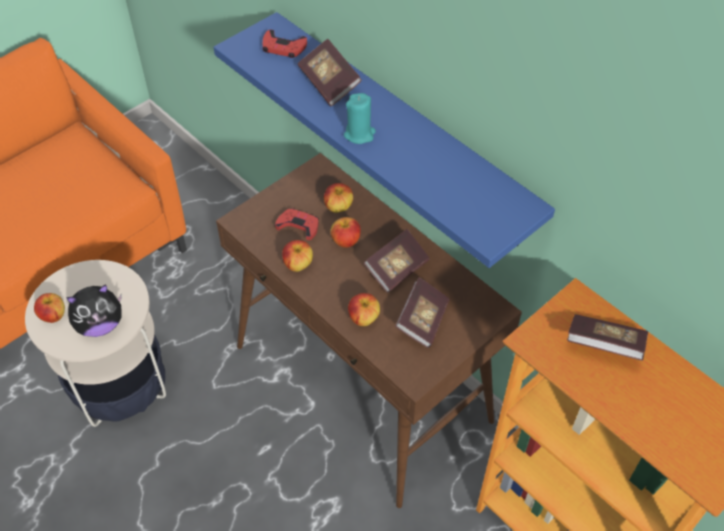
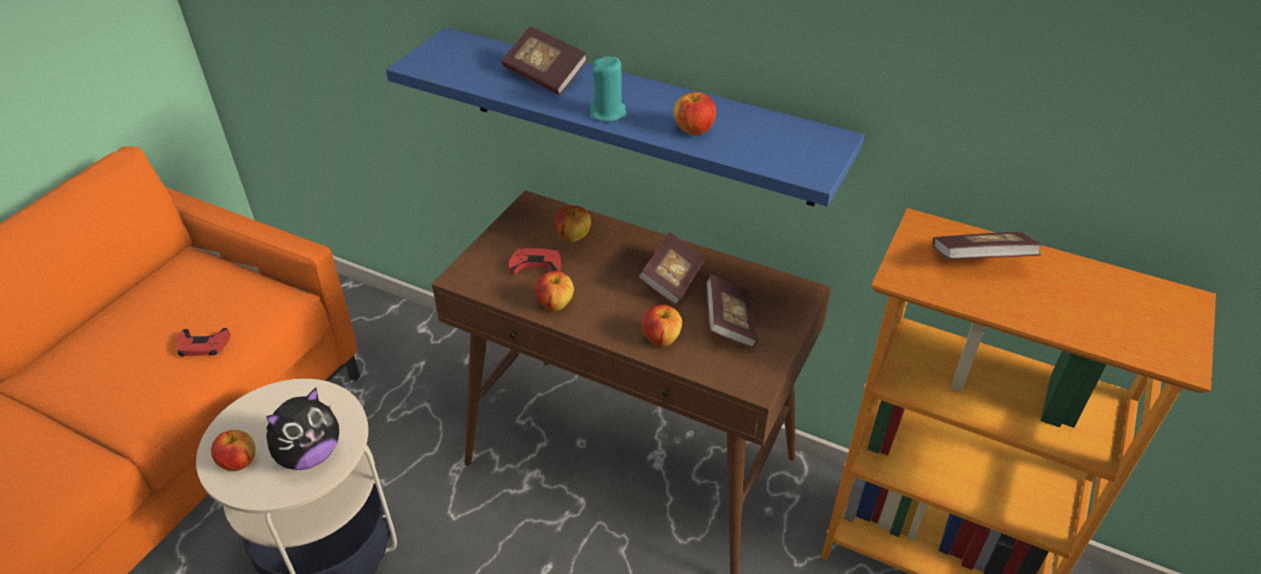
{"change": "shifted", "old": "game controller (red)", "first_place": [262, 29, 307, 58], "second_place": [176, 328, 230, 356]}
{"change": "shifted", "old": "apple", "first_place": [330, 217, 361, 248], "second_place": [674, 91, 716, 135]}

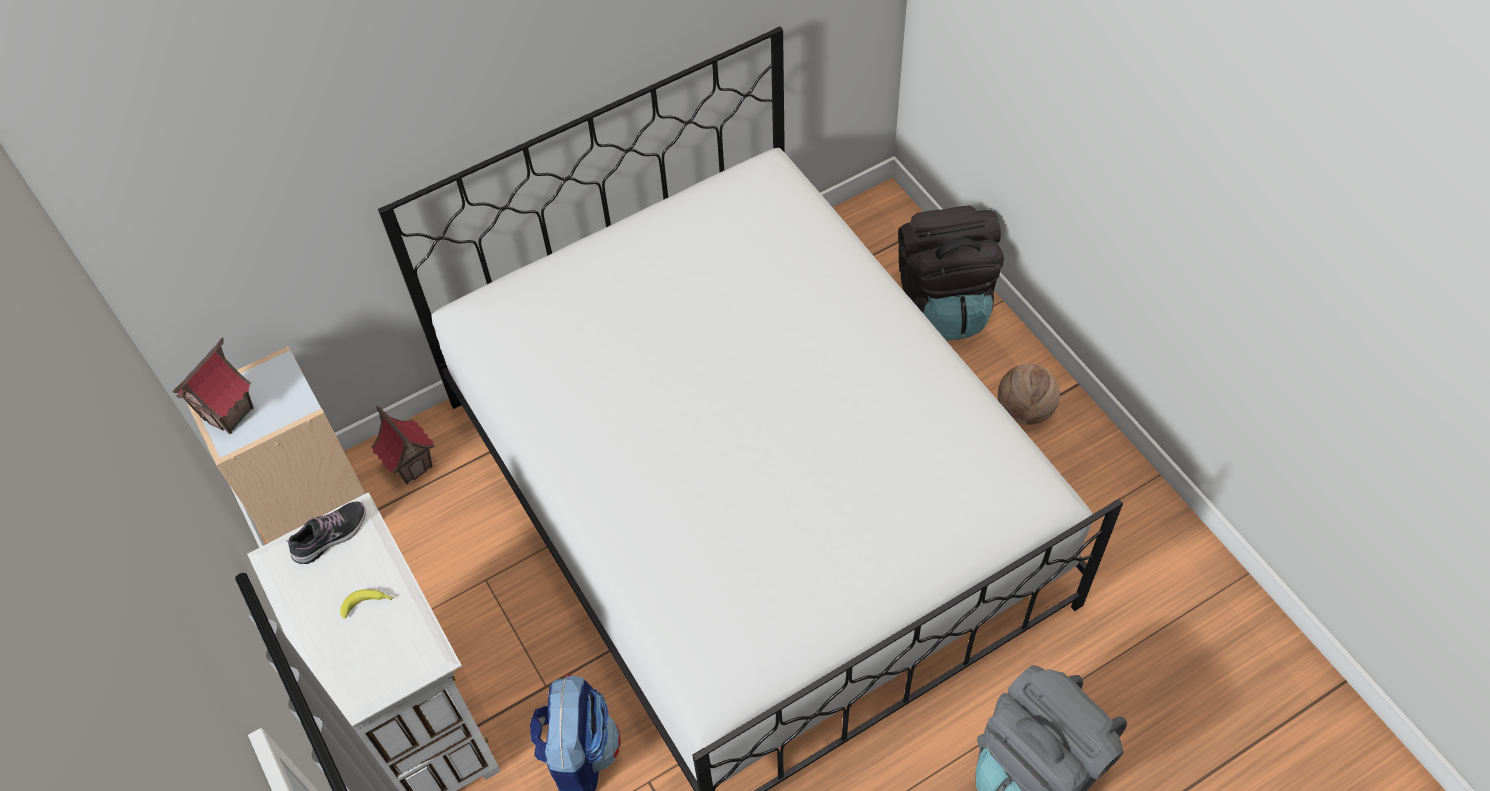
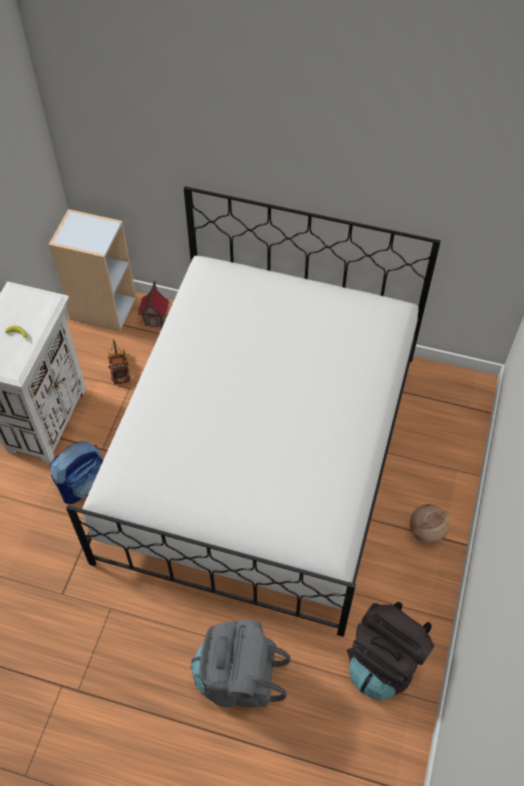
{"change": "gone", "old": "toy house", "first_place": [173, 337, 254, 434]}
{"change": "gone", "old": "shoe", "first_place": [286, 502, 366, 564]}
{"change": "shifted", "old": "backpack (black)", "first_place": [898, 205, 1004, 341], "second_place": [347, 602, 434, 700]}
{"change": "new", "new": "toy truck", "second_place": [108, 339, 130, 384]}

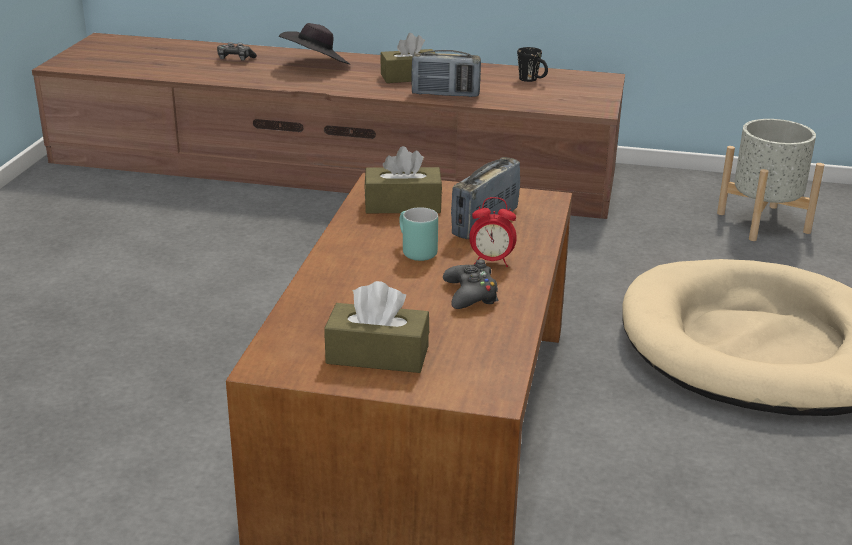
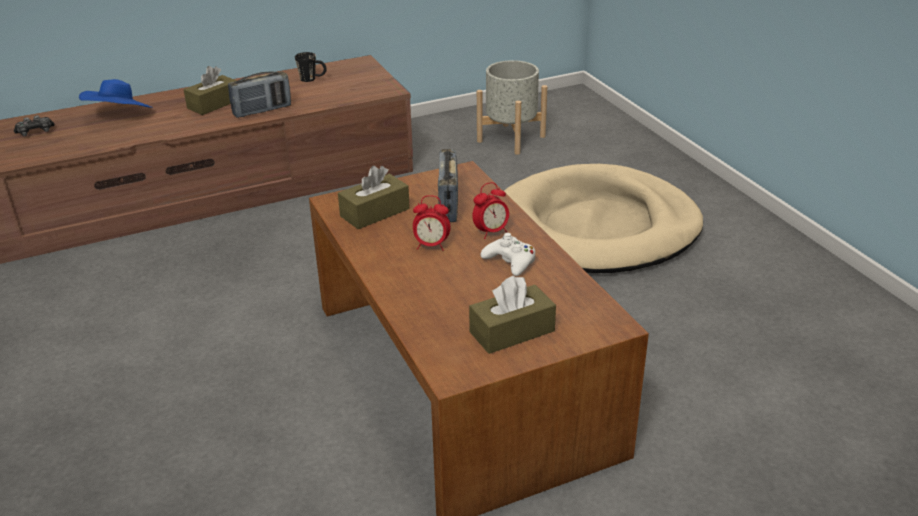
{"change": "repainted", "old": "hat (black)", "new": "hat (blue)", "first_place": [278, 23, 350, 65], "second_place": [79, 79, 153, 108]}
{"change": "swapped", "old": "mug (turquoise)", "new": "alarm clock", "first_place": [399, 207, 438, 261], "second_place": [413, 195, 451, 251]}
{"change": "repainted", "old": "game controller (black)", "new": "game controller (white)", "first_place": [443, 259, 498, 309], "second_place": [481, 233, 535, 276]}

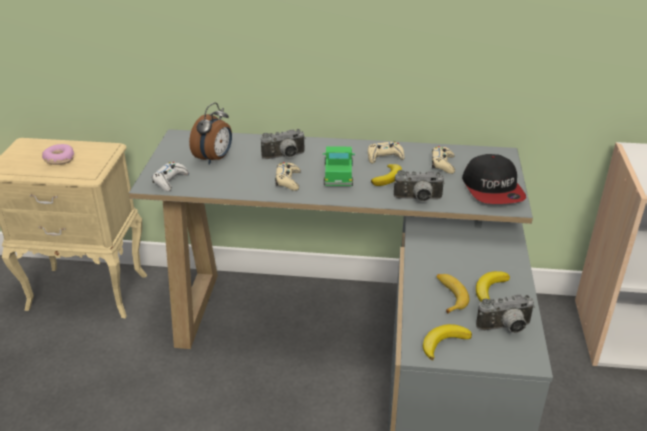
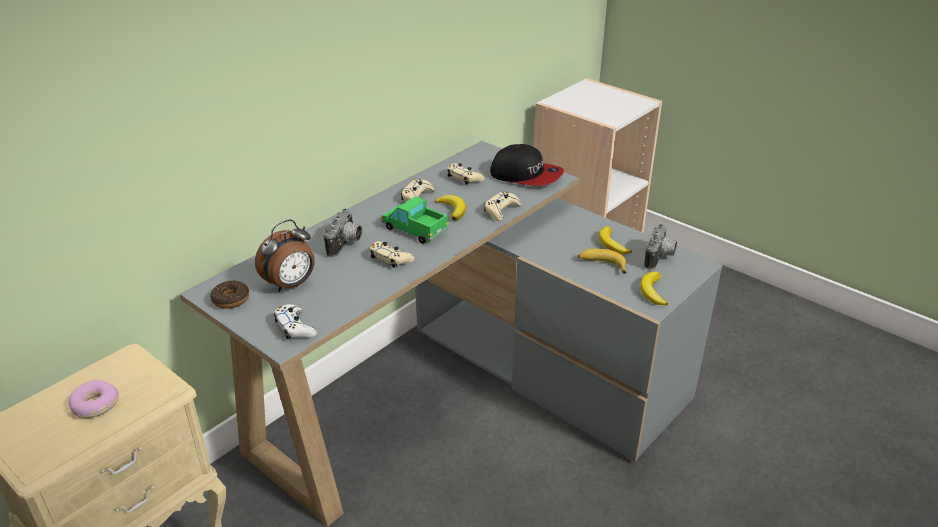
{"change": "rotated", "old": "alarm clock", "first_place": [189, 102, 232, 165], "second_place": [255, 220, 315, 292], "degrees": 75}
{"change": "swapped", "old": "photo camera", "new": "game controller (beige)", "first_place": [394, 170, 445, 202], "second_place": [484, 192, 521, 221]}
{"change": "new", "new": "donut", "second_place": [210, 280, 249, 309]}

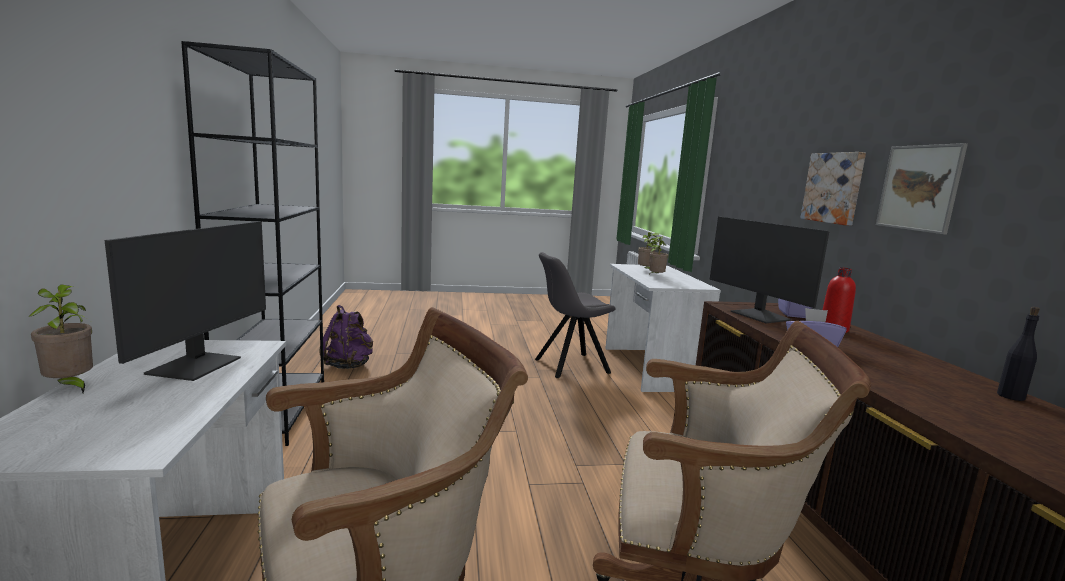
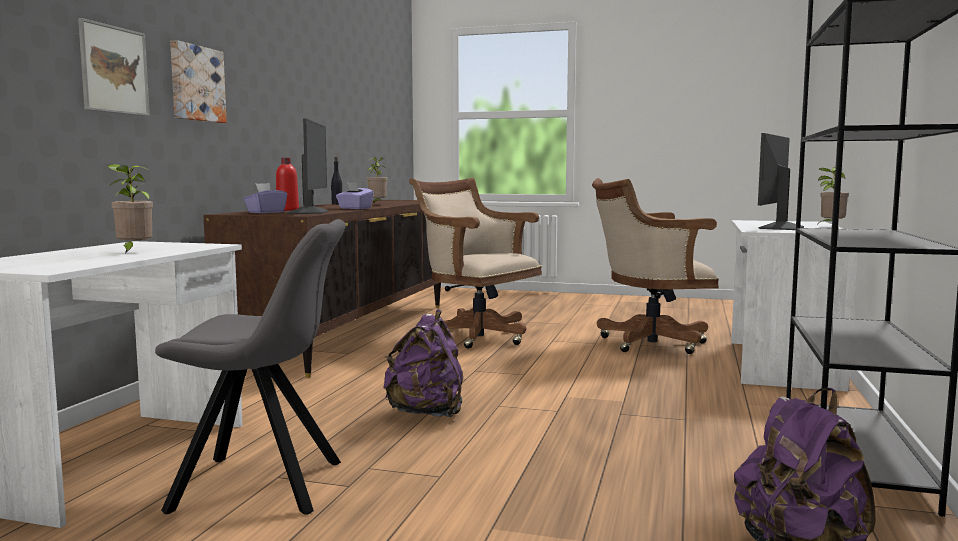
{"change": "shifted", "old": "potted plant", "first_place": [638, 232, 659, 269], "second_place": [367, 157, 388, 204]}
{"change": "shifted", "old": "picture", "first_place": [876, 143, 968, 235], "second_place": [78, 18, 150, 116]}
{"change": "new", "new": "backpack (purple)", "second_place": [383, 309, 463, 417]}

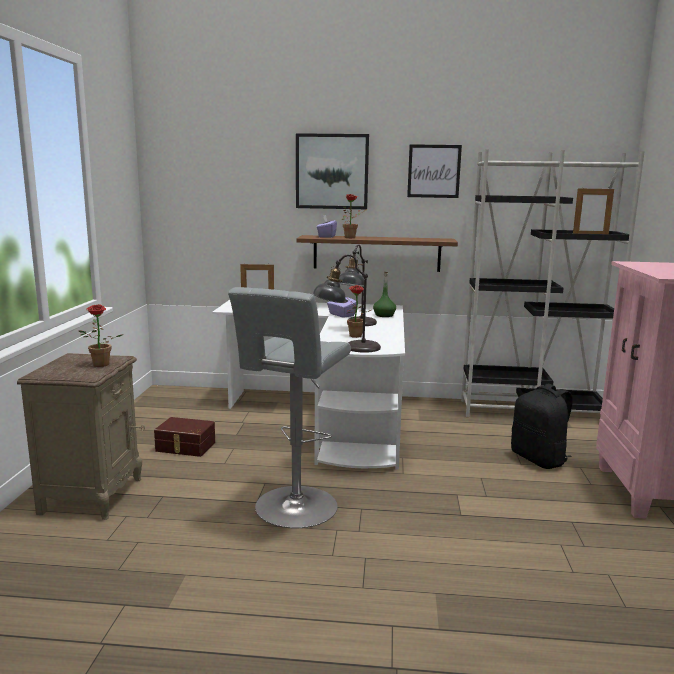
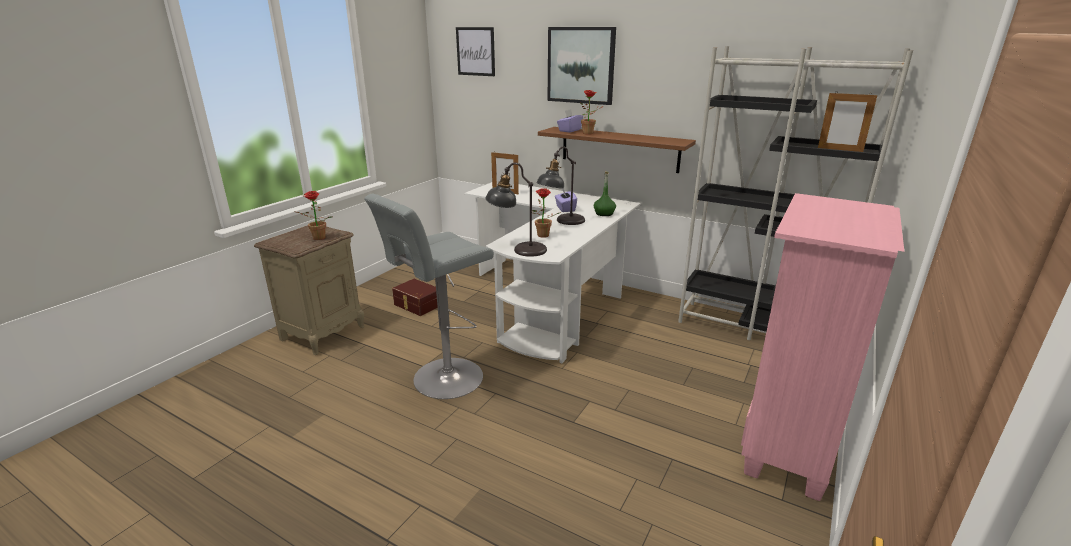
{"change": "shifted", "old": "picture", "first_place": [407, 144, 462, 198], "second_place": [456, 27, 495, 76]}
{"change": "gone", "old": "backpack (black)", "first_place": [511, 384, 573, 469]}

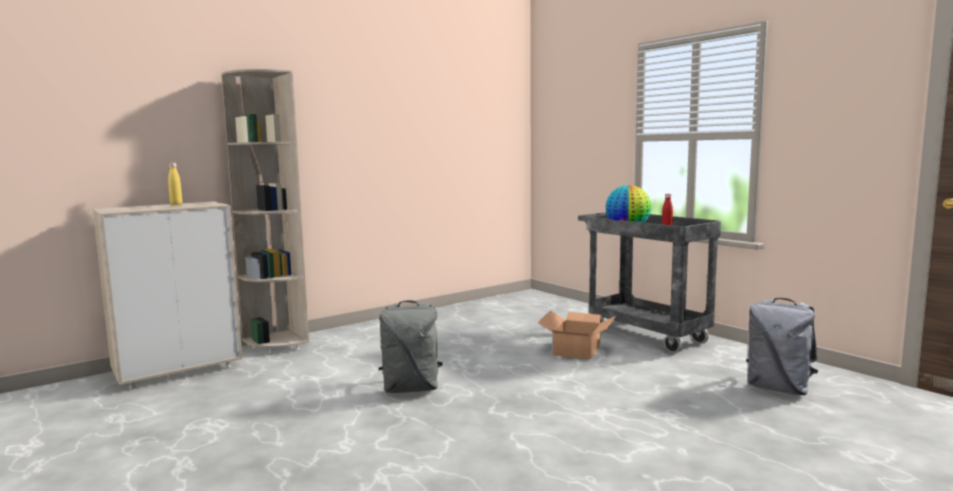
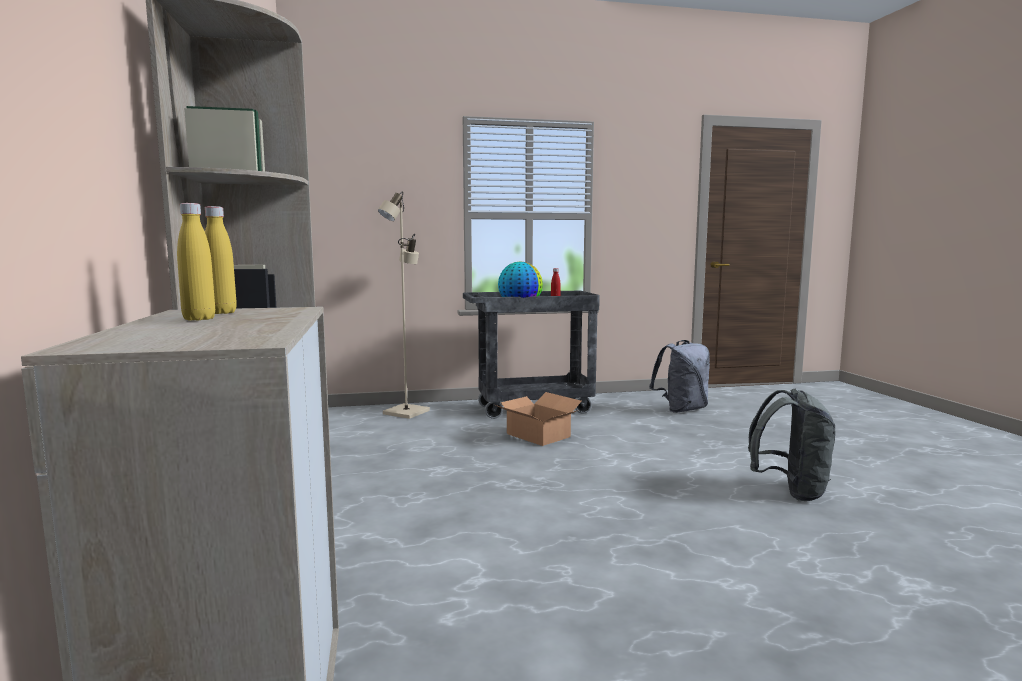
{"change": "shifted", "old": "backpack (grey)", "first_place": [379, 300, 443, 393], "second_place": [748, 389, 835, 501]}
{"change": "new", "new": "bottle (yellow)", "second_place": [205, 206, 237, 314]}
{"change": "new", "new": "floor lamp (beige)", "second_place": [378, 191, 430, 419]}

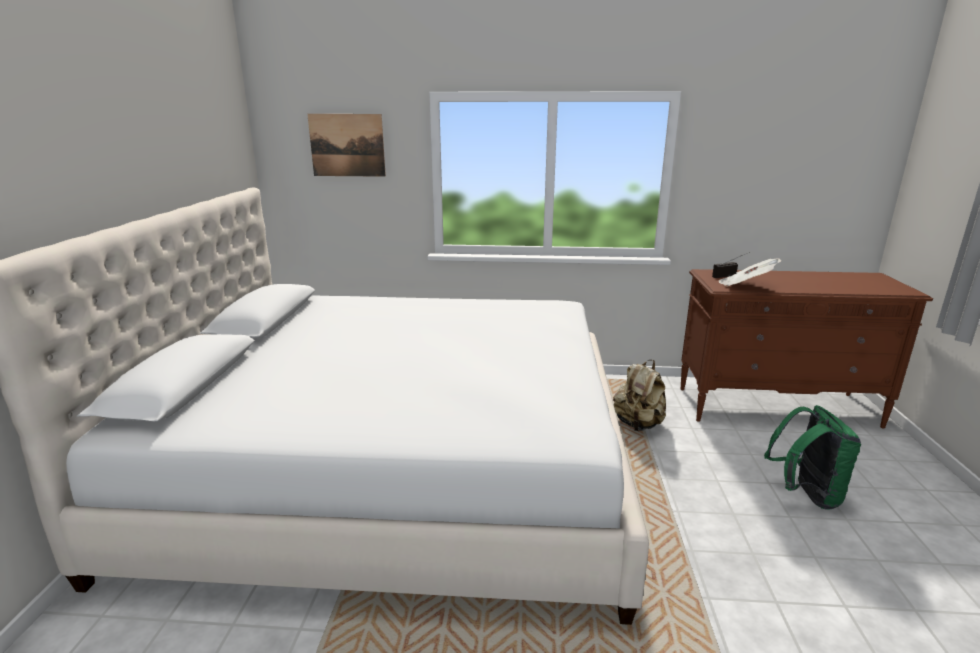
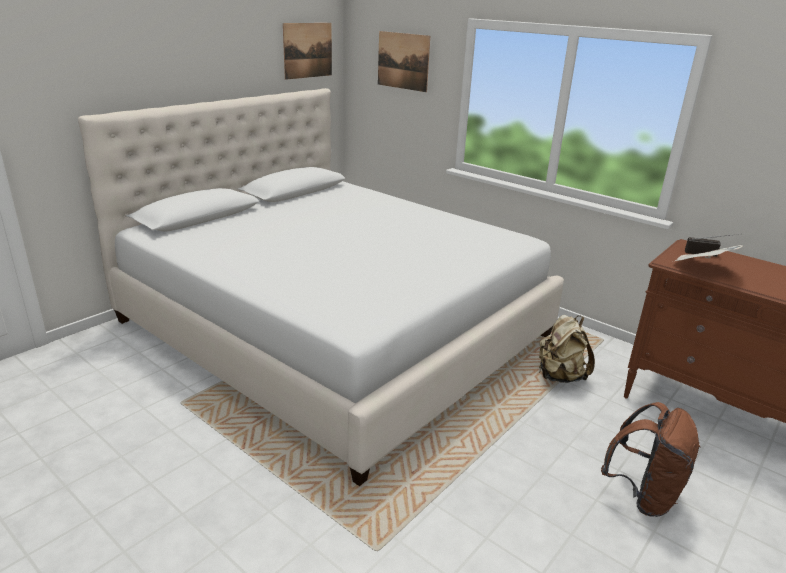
{"change": "repainted", "old": "backpack (green)", "new": "backpack (brown)", "first_place": [764, 405, 861, 510], "second_place": [601, 402, 701, 517]}
{"change": "new", "new": "picture", "second_place": [283, 23, 332, 80]}

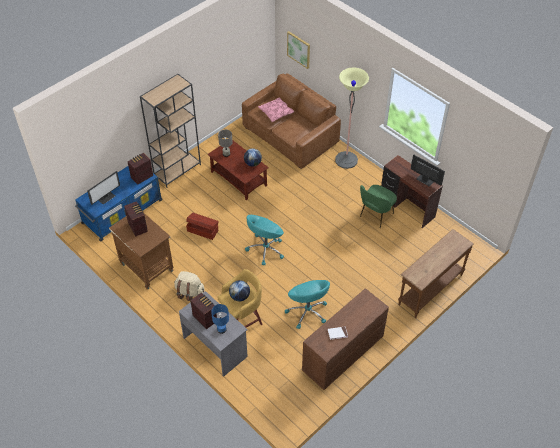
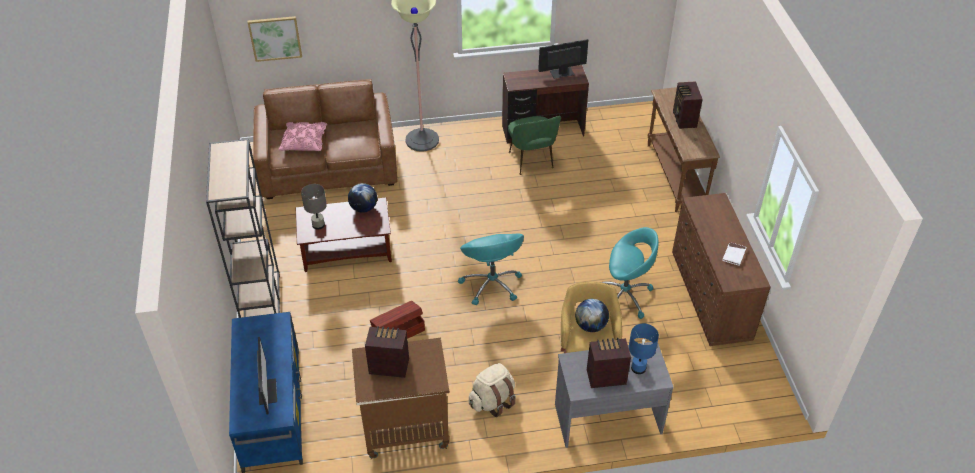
{"change": "shifted", "old": "radio", "first_place": [128, 153, 153, 185], "second_place": [673, 81, 703, 129]}

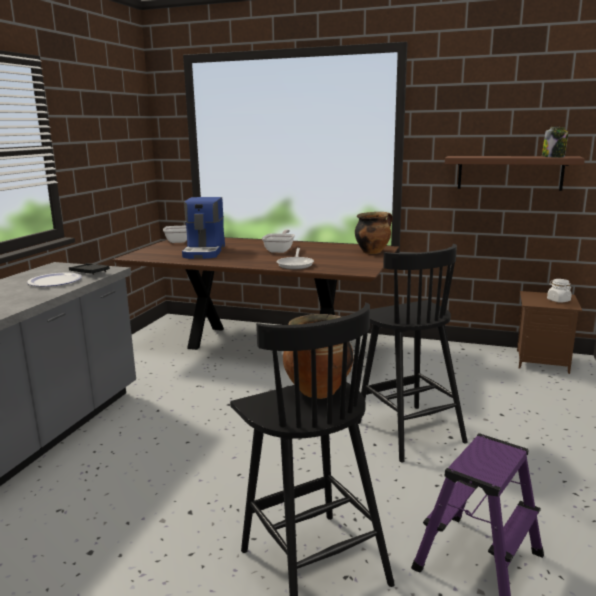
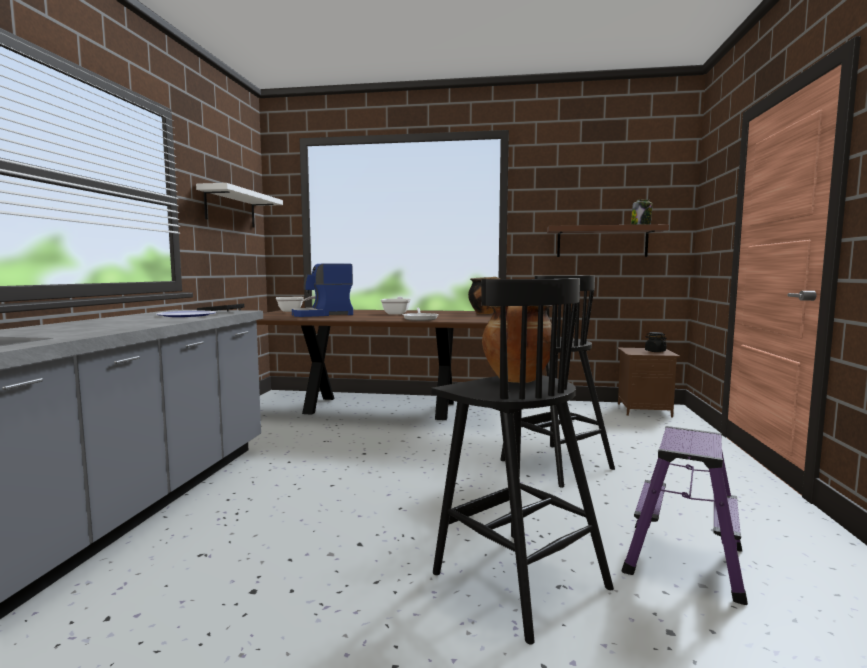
{"change": "rotated", "old": "coffee machine", "first_place": [182, 197, 225, 259], "second_place": [292, 263, 353, 317], "degrees": 75}
{"change": "repainted", "old": "jar (white)", "new": "jar (black)", "first_place": [547, 279, 572, 303], "second_place": [645, 332, 667, 352]}
{"change": "new", "new": "shelf (white)", "second_place": [196, 183, 283, 227]}

